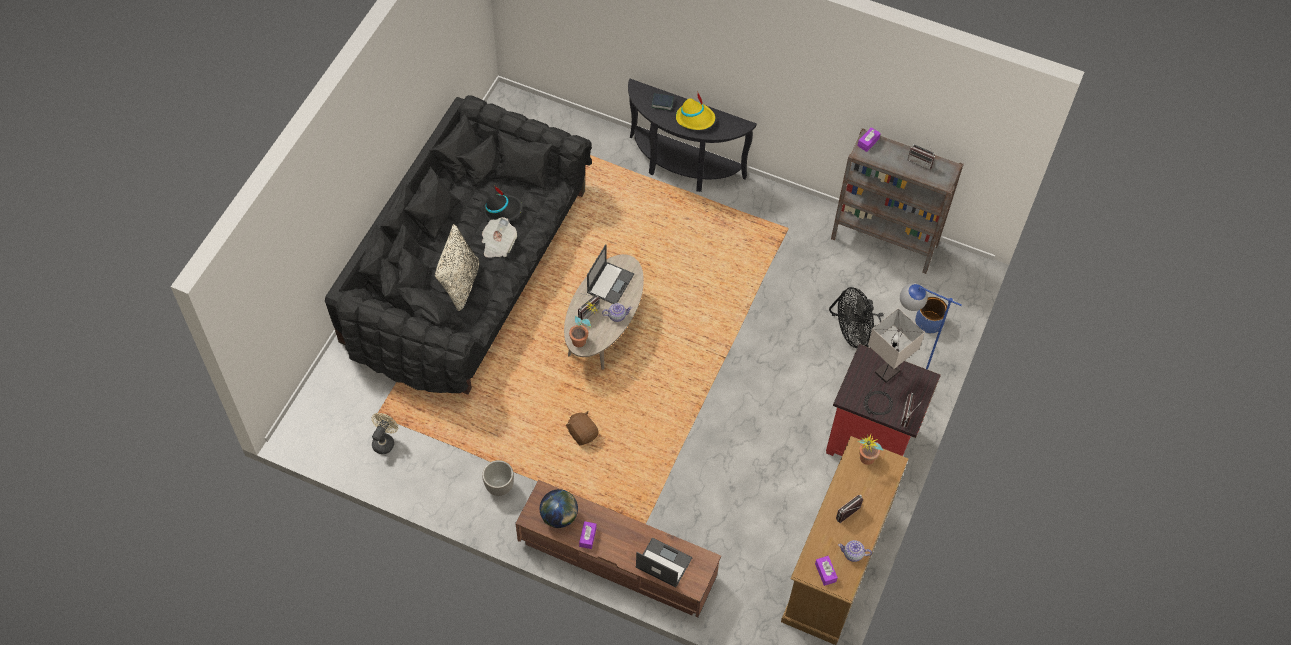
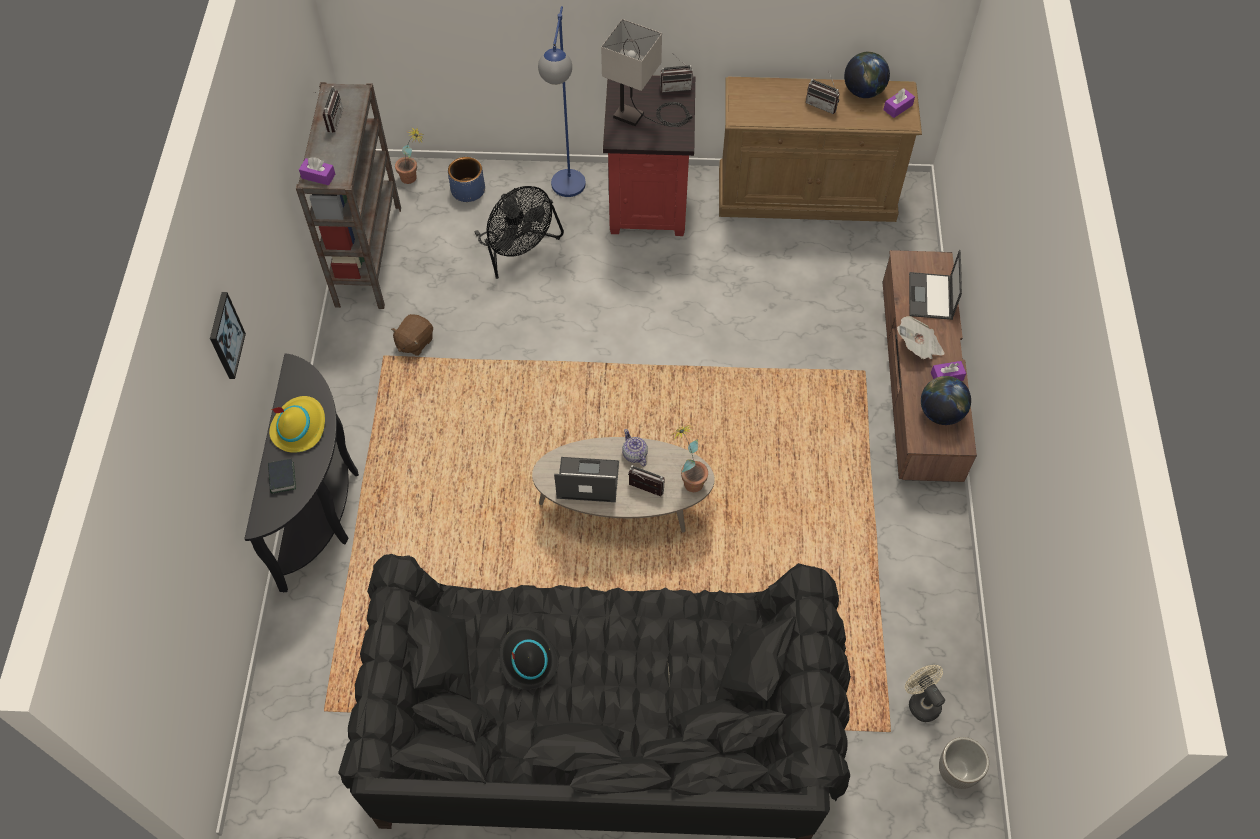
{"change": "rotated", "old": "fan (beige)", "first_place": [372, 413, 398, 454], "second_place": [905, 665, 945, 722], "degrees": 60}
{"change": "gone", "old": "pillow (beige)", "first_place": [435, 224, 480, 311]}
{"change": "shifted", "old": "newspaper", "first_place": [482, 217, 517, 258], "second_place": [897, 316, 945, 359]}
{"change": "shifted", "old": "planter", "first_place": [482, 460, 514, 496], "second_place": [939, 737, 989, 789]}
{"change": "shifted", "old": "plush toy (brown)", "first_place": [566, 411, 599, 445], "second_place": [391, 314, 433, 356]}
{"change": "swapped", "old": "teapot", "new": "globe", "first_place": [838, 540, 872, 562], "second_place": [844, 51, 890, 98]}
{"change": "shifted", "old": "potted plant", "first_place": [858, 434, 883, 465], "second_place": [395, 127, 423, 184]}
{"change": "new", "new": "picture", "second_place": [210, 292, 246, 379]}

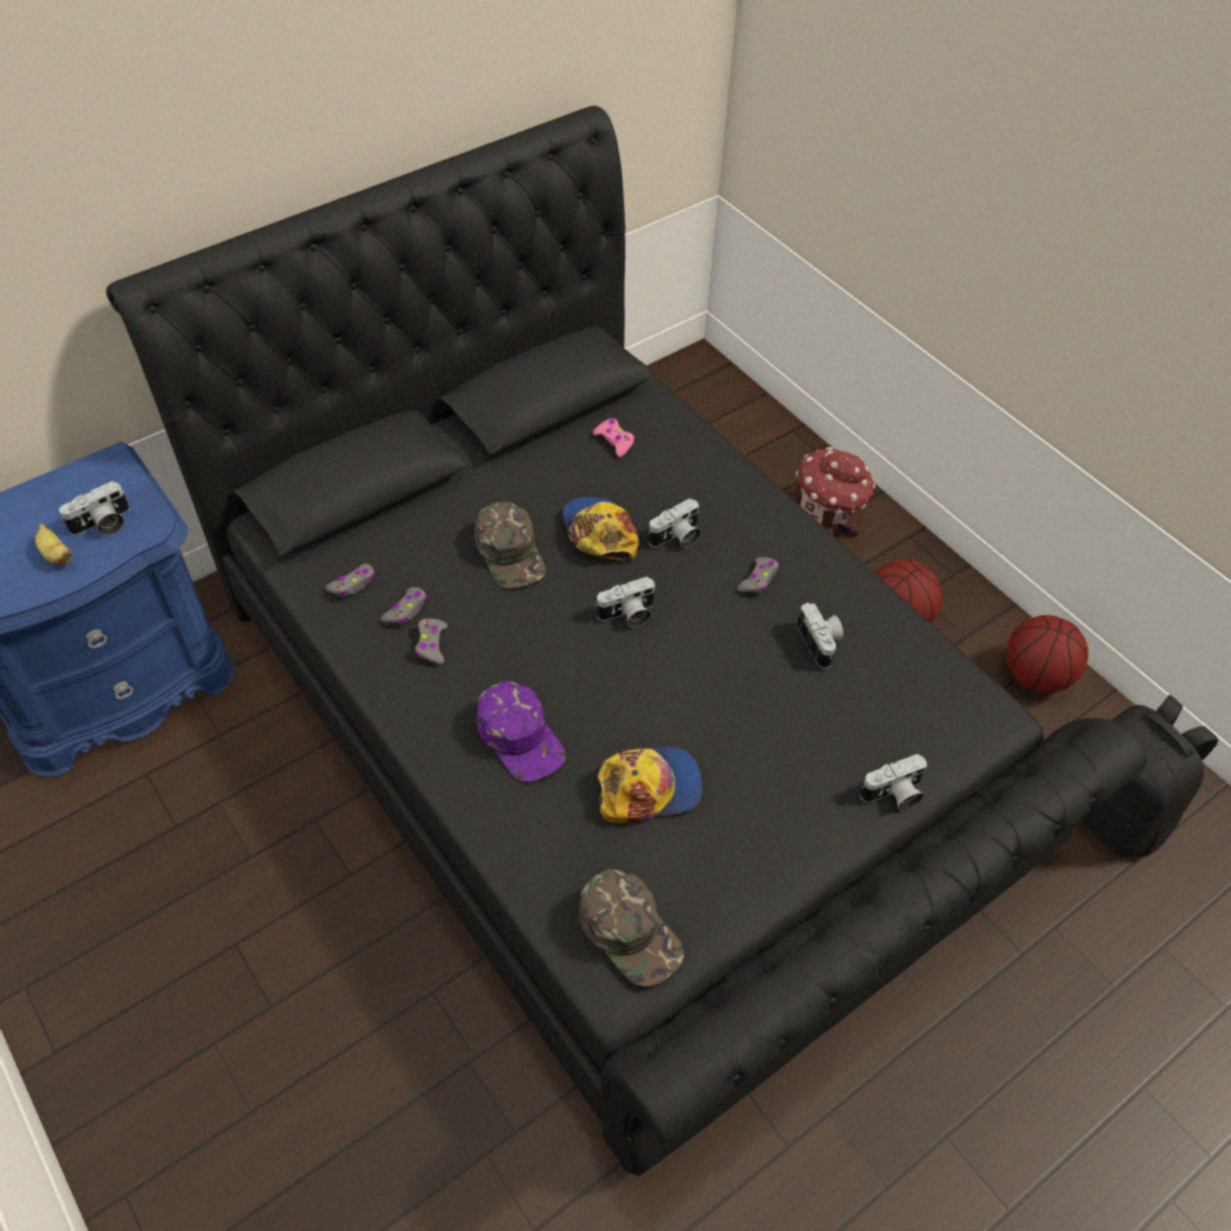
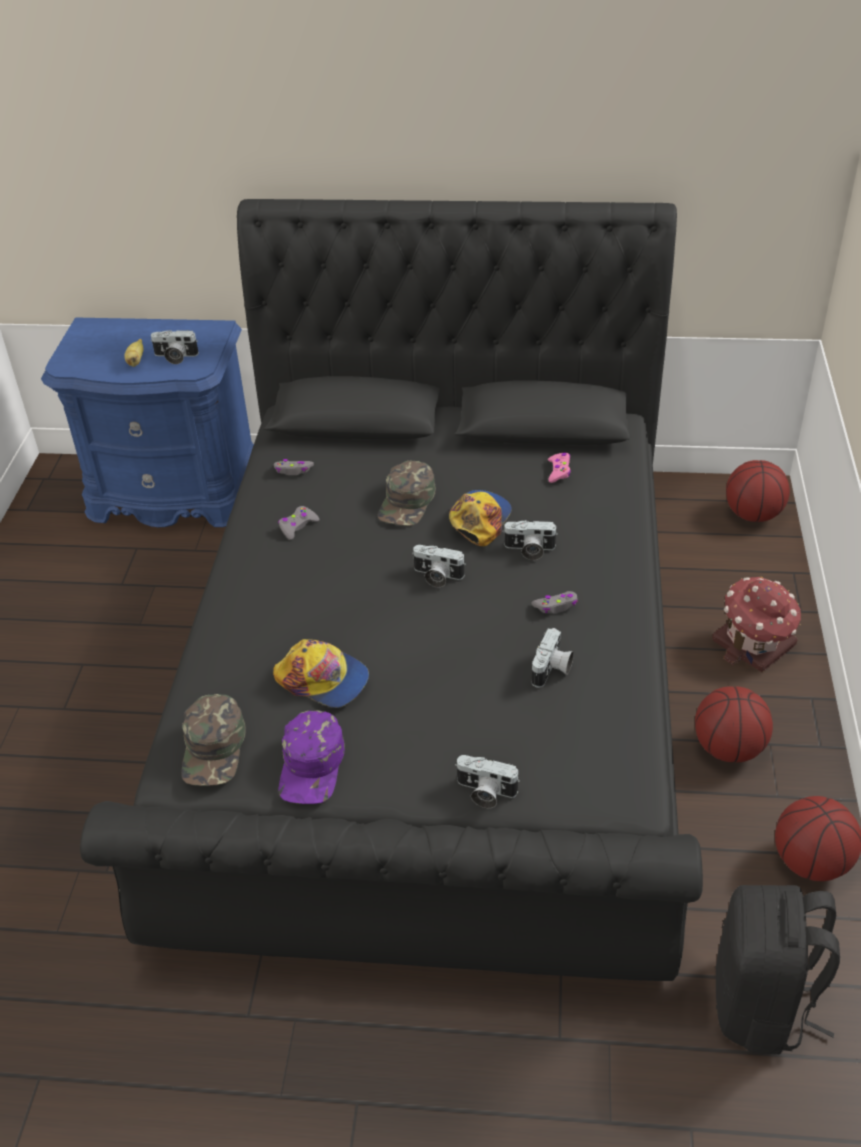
{"change": "gone", "old": "game controller (grey)", "first_place": [381, 587, 427, 625]}
{"change": "shifted", "old": "cap (purple)", "first_place": [477, 681, 566, 782], "second_place": [278, 710, 345, 804]}
{"change": "new", "new": "basketball", "second_place": [726, 460, 790, 522]}

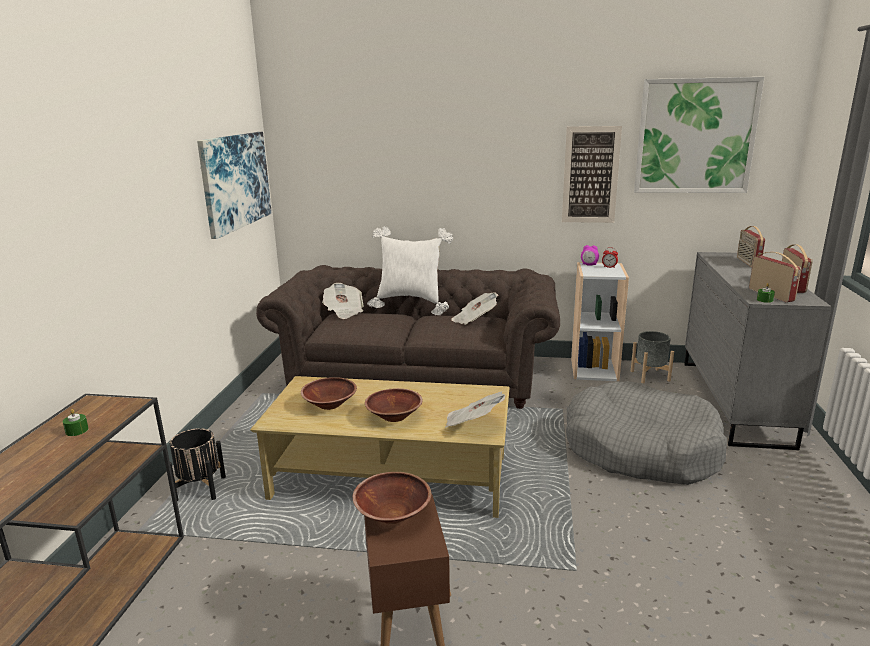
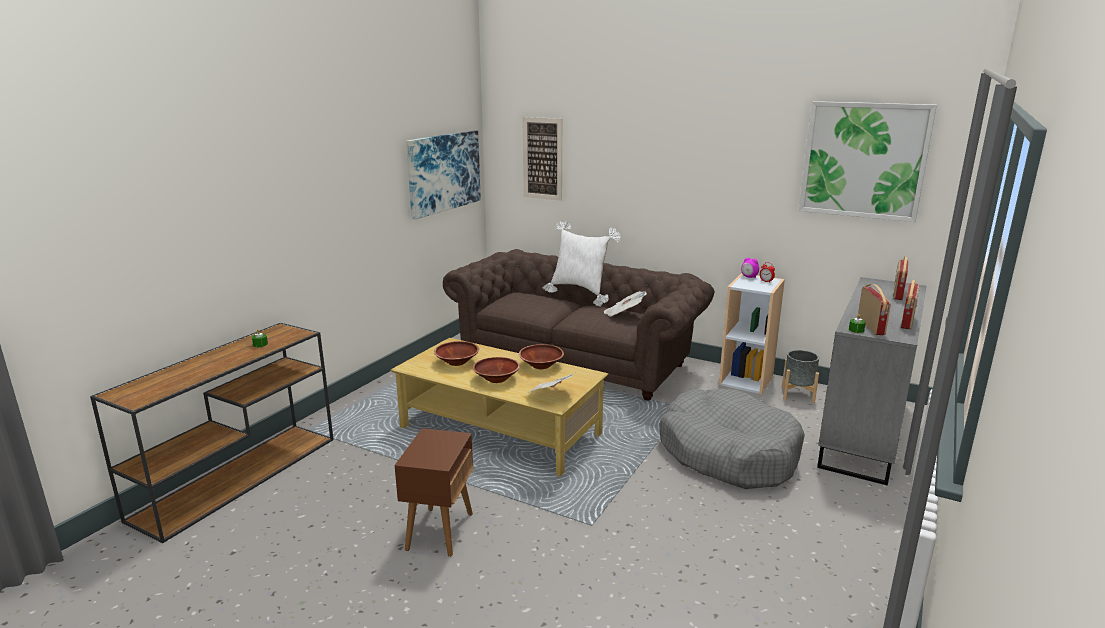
{"change": "gone", "old": "planter (black)", "first_place": [170, 428, 226, 501]}
{"change": "gone", "old": "newspaper", "first_place": [322, 283, 364, 319]}
{"change": "shifted", "old": "bowl (brown)", "first_place": [353, 472, 431, 524], "second_place": [519, 344, 564, 369]}
{"change": "shifted", "old": "picture", "first_place": [562, 126, 622, 223], "second_place": [522, 117, 562, 201]}

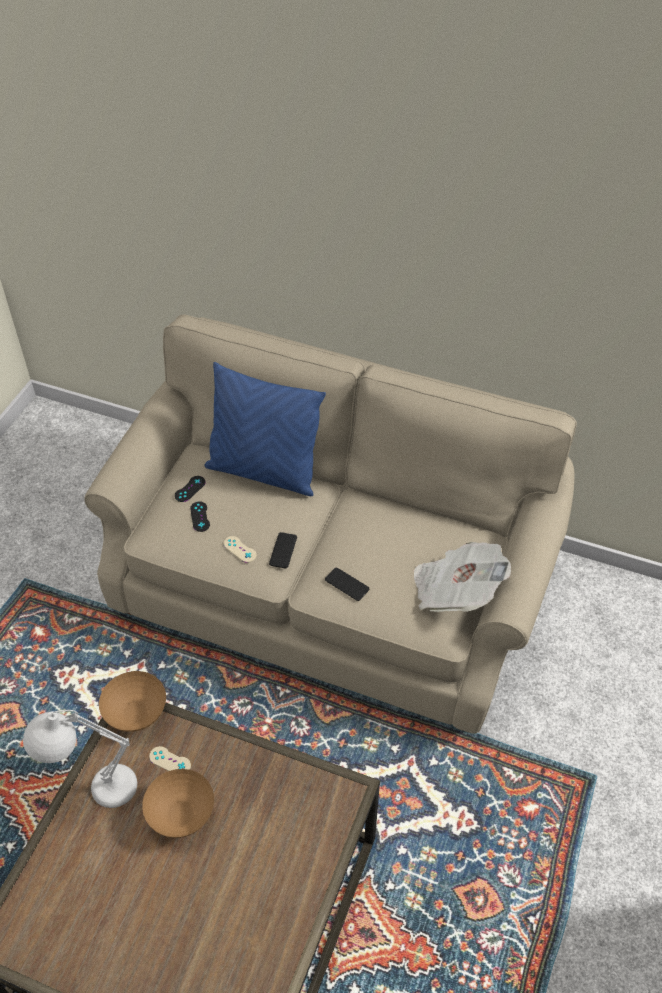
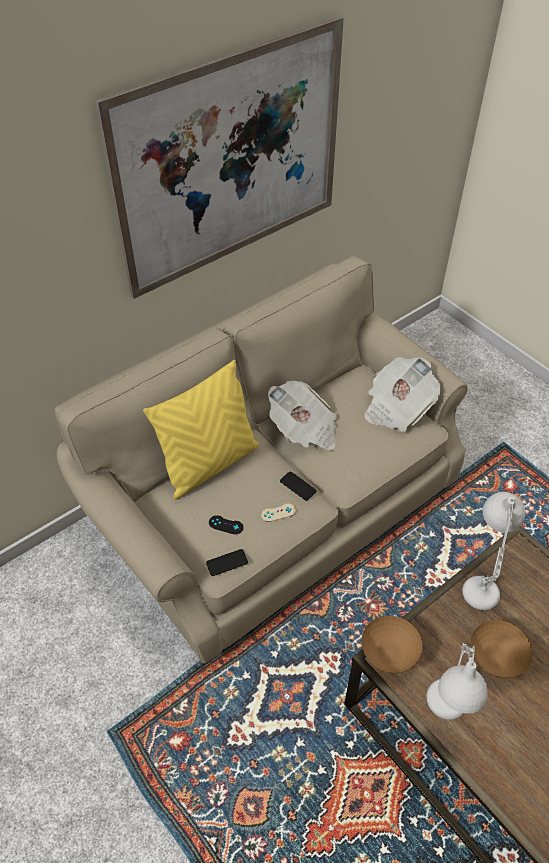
{"change": "gone", "old": "game controller (beige)", "first_place": [149, 746, 191, 771]}
{"change": "gone", "old": "game controller (black)", "first_place": [175, 476, 205, 502]}
{"change": "repainted", "old": "pillow (blue)", "new": "pillow (yellow)", "first_place": [204, 362, 326, 496], "second_place": [143, 360, 259, 500]}
{"change": "shifted", "old": "phone", "first_place": [325, 568, 369, 601], "second_place": [206, 549, 248, 576]}
{"change": "new", "new": "picture", "second_place": [95, 16, 344, 299]}
{"change": "new", "new": "newspaper", "second_place": [268, 381, 337, 450]}
{"change": "new", "new": "table lamp (white)", "second_place": [462, 492, 525, 610]}

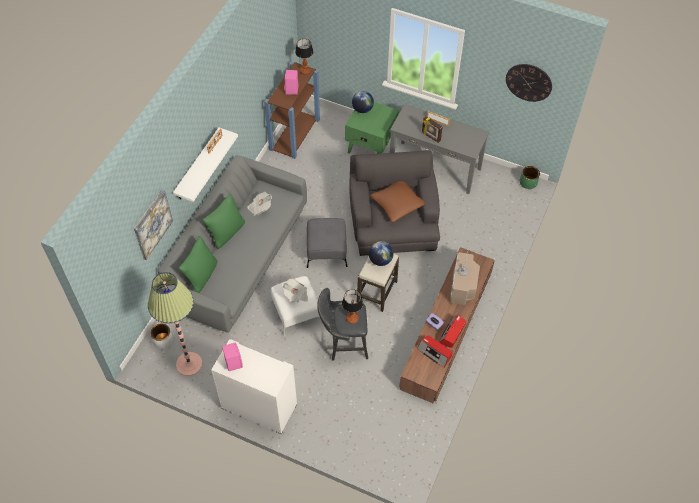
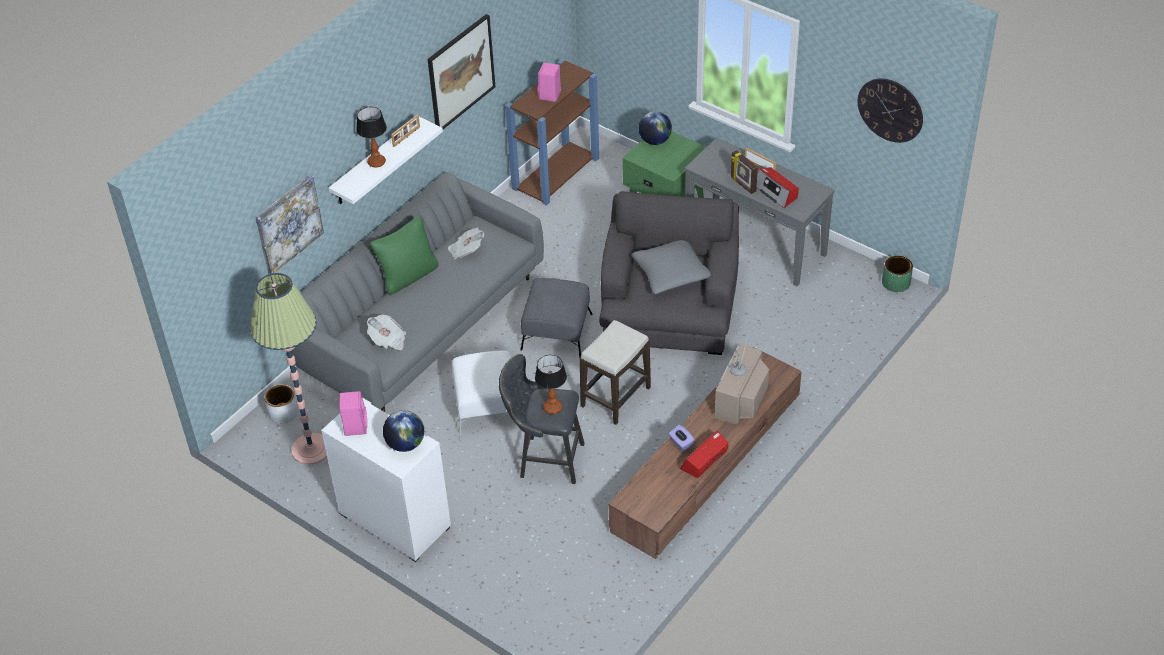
{"change": "gone", "old": "pillow (green)", "first_place": [179, 236, 217, 293]}
{"change": "shifted", "old": "newspaper", "first_place": [282, 279, 308, 303], "second_place": [367, 315, 406, 350]}
{"change": "shifted", "old": "table lamp", "first_place": [295, 39, 313, 74], "second_place": [356, 107, 387, 168]}
{"change": "shifted", "old": "globe", "first_place": [369, 241, 393, 266], "second_place": [383, 410, 424, 452]}
{"change": "repainted", "old": "pillow (brown)", "new": "pillow (grey)", "first_place": [370, 181, 425, 222], "second_place": [631, 240, 711, 294]}
{"change": "shifted", "old": "radio", "first_place": [417, 335, 453, 368], "second_place": [757, 167, 799, 208]}
{"change": "new", "new": "picture", "second_place": [428, 14, 495, 129]}

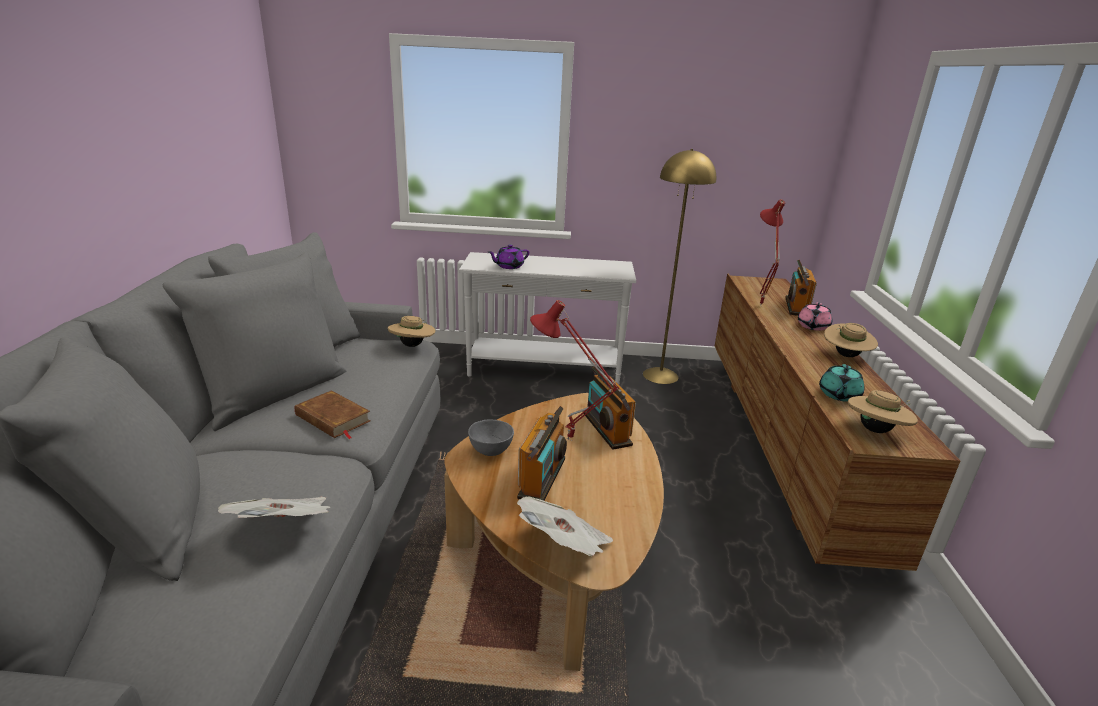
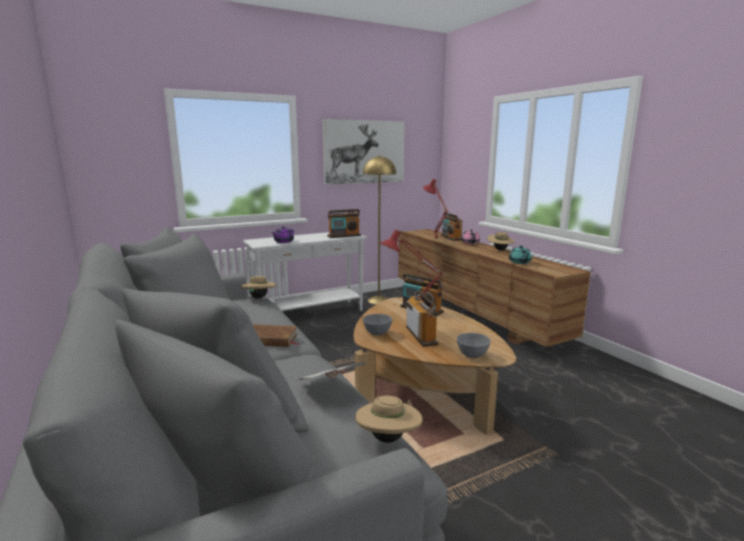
{"change": "swapped", "old": "newspaper", "new": "bowl (grey)", "first_place": [517, 496, 613, 556], "second_place": [457, 333, 491, 358]}
{"change": "shifted", "old": "hat (beige)", "first_place": [848, 390, 918, 433], "second_place": [355, 395, 423, 443]}
{"change": "new", "new": "picture", "second_place": [322, 119, 405, 185]}
{"change": "new", "new": "radio", "second_place": [327, 209, 361, 238]}

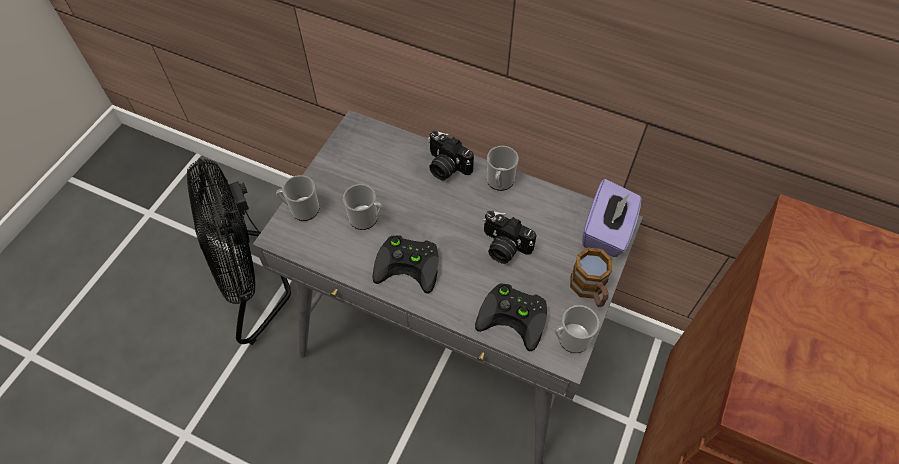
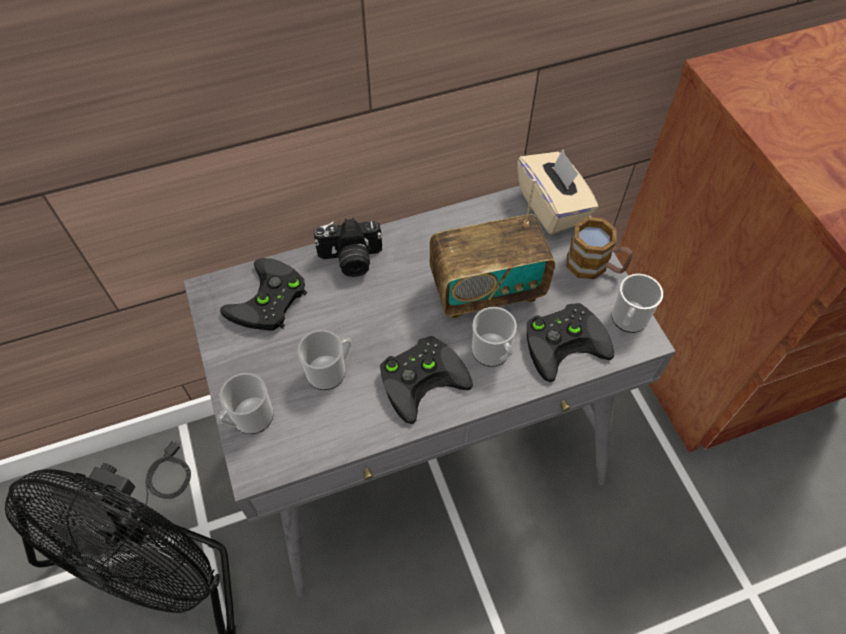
{"change": "swapped", "old": "photo camera", "new": "radio", "first_place": [483, 211, 537, 264], "second_place": [430, 179, 555, 319]}
{"change": "shifted", "old": "mug", "first_place": [487, 146, 519, 191], "second_place": [472, 307, 517, 367]}
{"change": "repainted", "old": "tissue box (purple)", "new": "tissue box (beige)", "first_place": [582, 179, 642, 257], "second_place": [517, 149, 598, 234]}
{"change": "new", "new": "game controller (black)", "second_place": [220, 258, 307, 331]}

